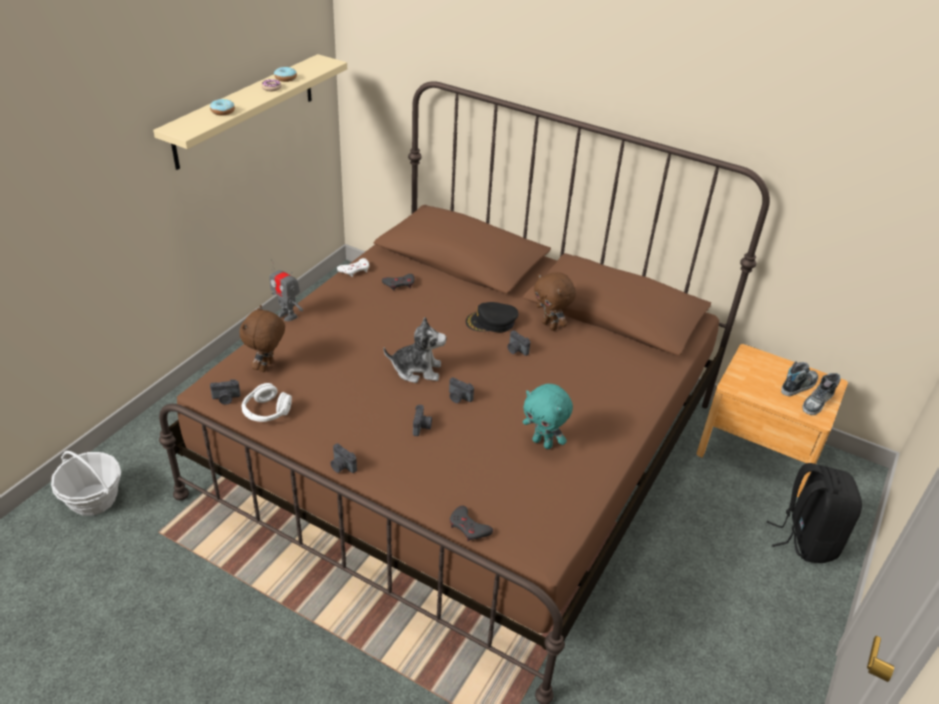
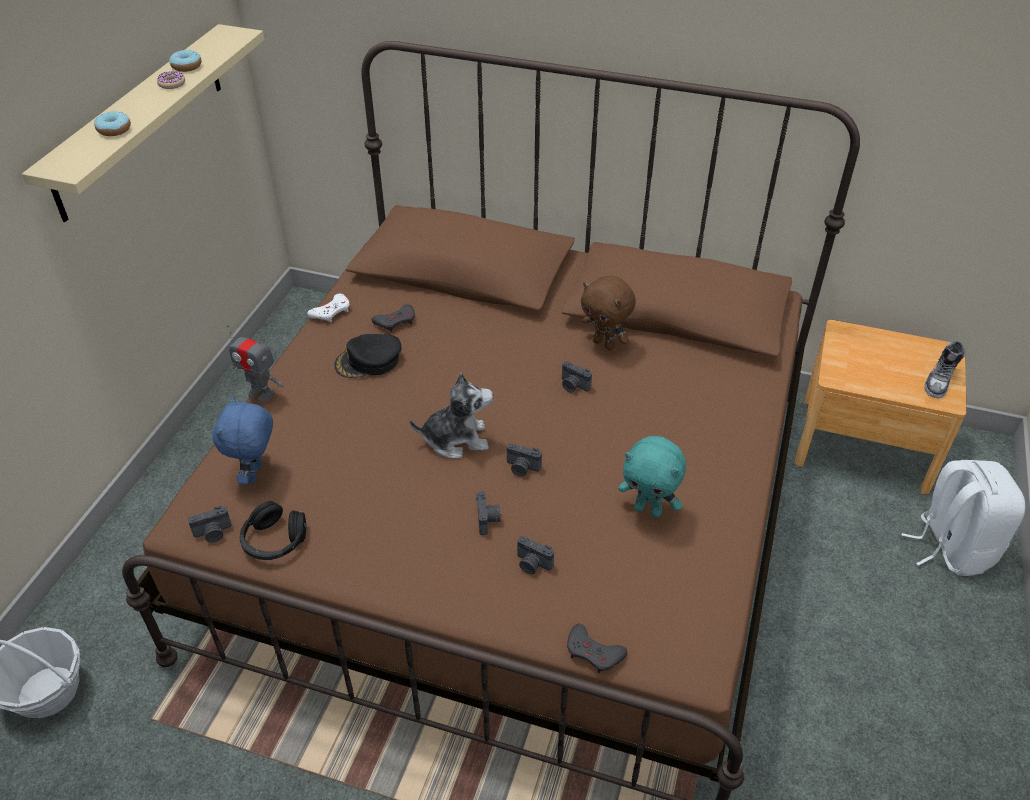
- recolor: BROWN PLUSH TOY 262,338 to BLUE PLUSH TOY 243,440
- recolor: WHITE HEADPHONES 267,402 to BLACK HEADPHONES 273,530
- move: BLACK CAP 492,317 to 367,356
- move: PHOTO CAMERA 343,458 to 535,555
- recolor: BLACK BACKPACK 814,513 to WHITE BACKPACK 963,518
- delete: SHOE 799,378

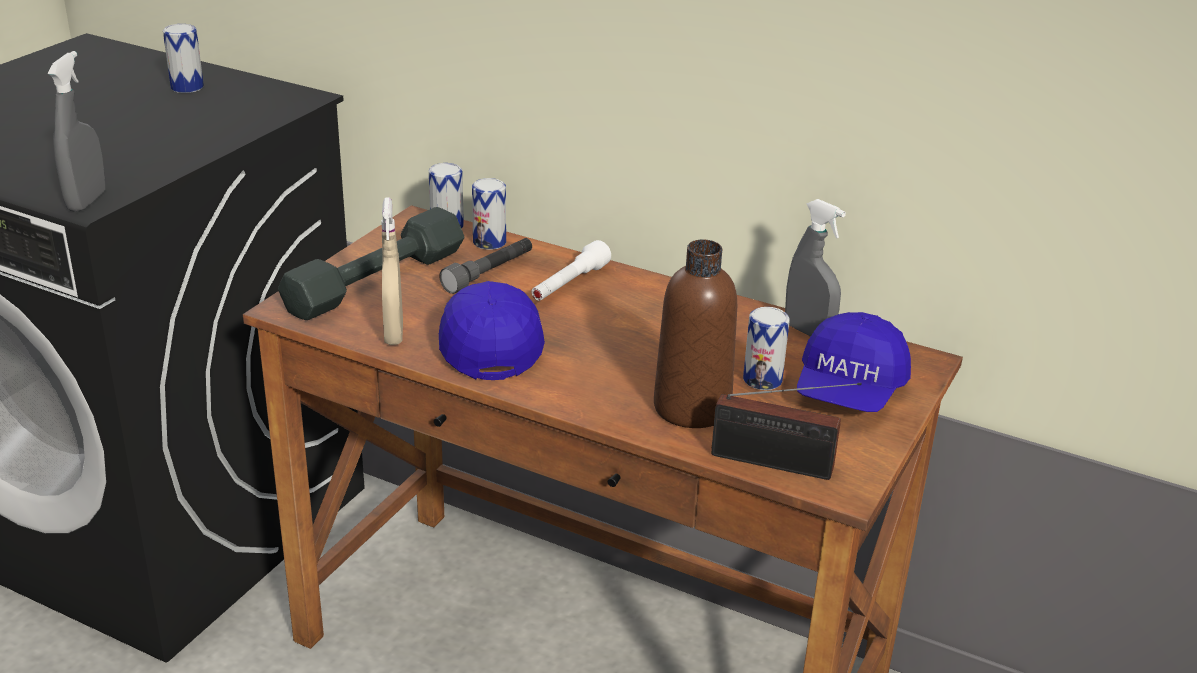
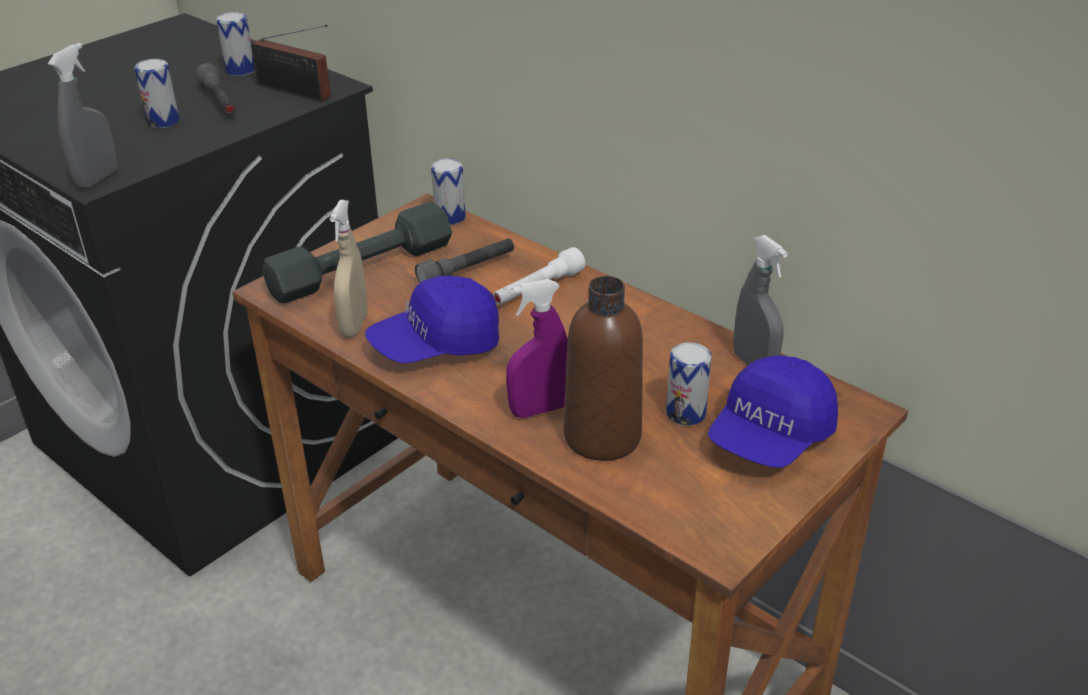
- move: CAN 489,214 to 157,93
- insert: GREY FLASHLIGHT 215,89
- move: RADIO 786,431 to 291,63
- rotate: BLUE CAP 492,330 = 432,319 120 degrees counterclockwise
- insert: PURPLE SPRAY BOTTLE 537,348

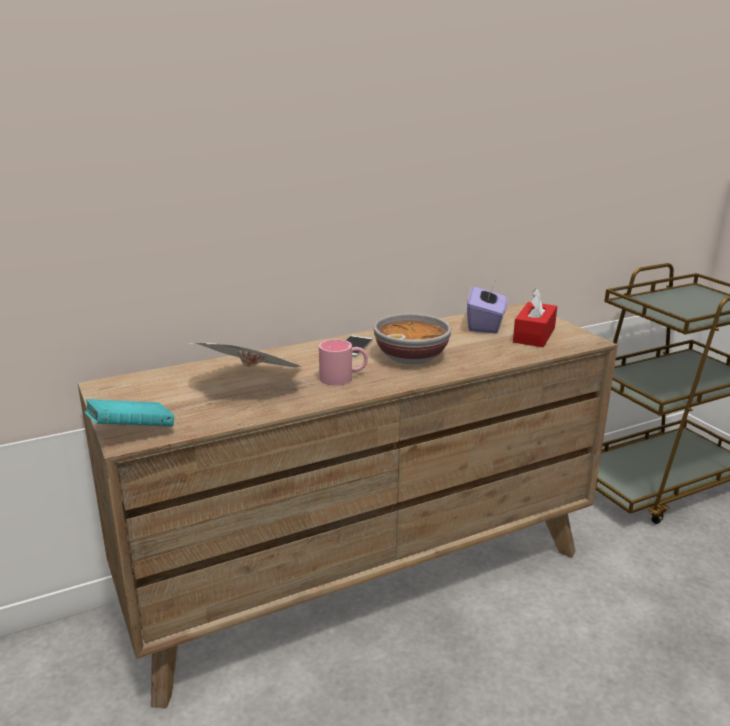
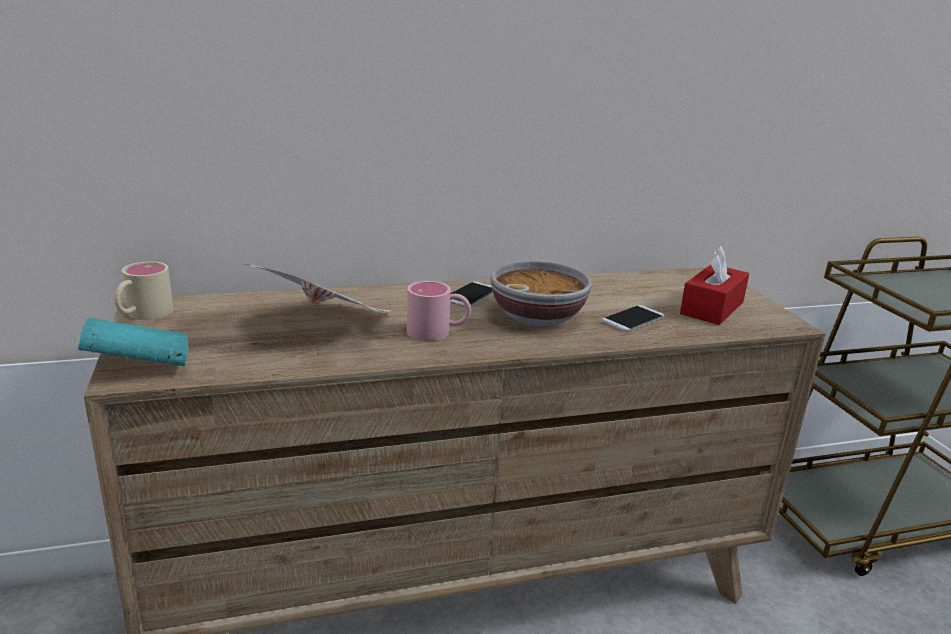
- insert: BEIGE MUG 143,290
- insert: PHONE 633,318
- delete: PURPLE TISSUE BOX 487,307

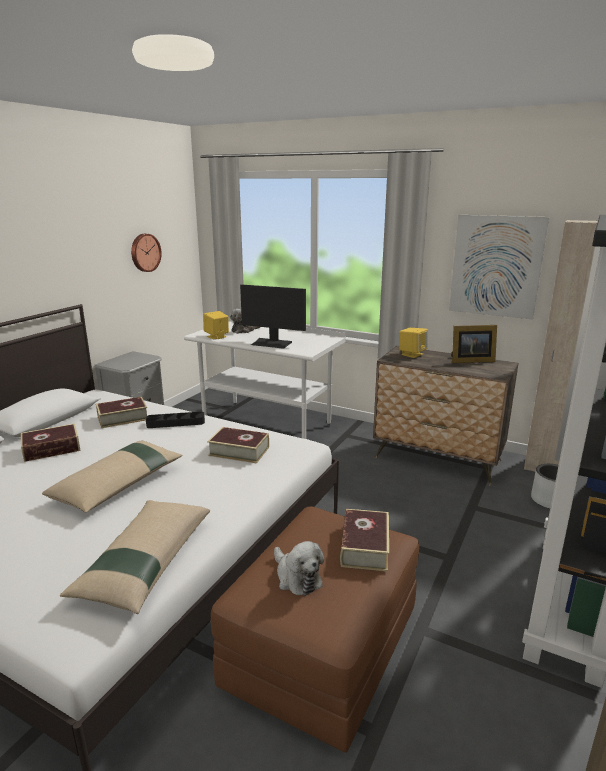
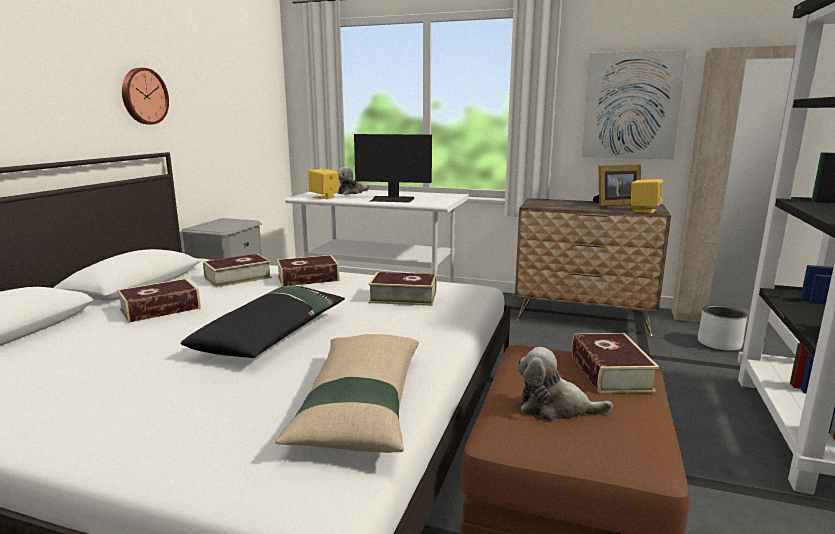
- move: WALL CLOCK 146,253 to 145,96
- recolor: BEIGE PILLOW 112,477 to BLACK PILLOW 263,321
- replace: BLACK TRAY 175,420 to BOOK 308,271
- rotate: PLUSH TOY 299,568 = 565,384 150 degrees clockwise
- move: YELLOW SPEAKER 413,343 to 647,196

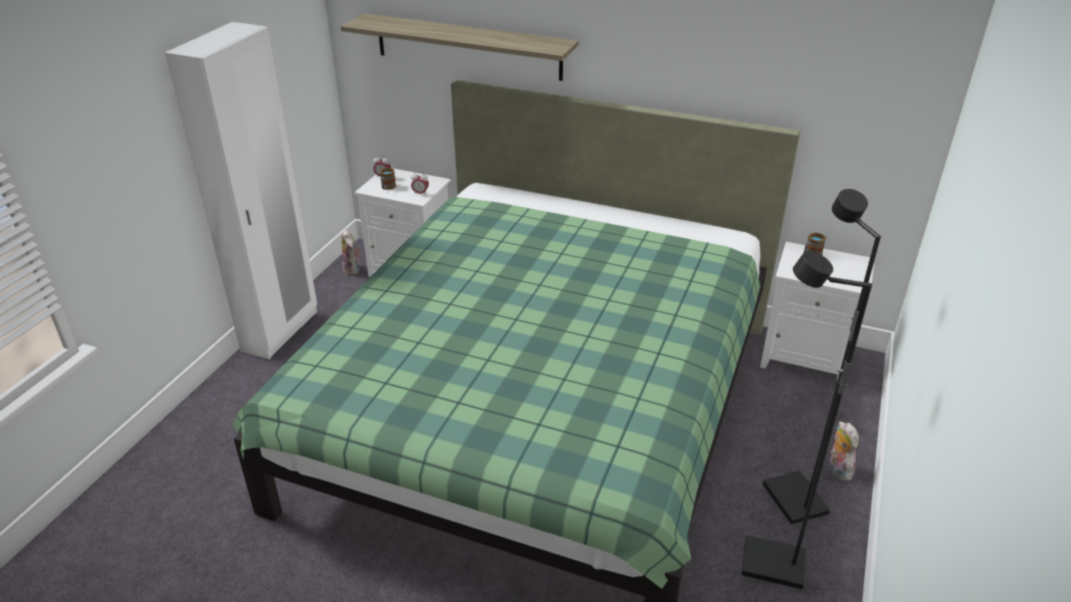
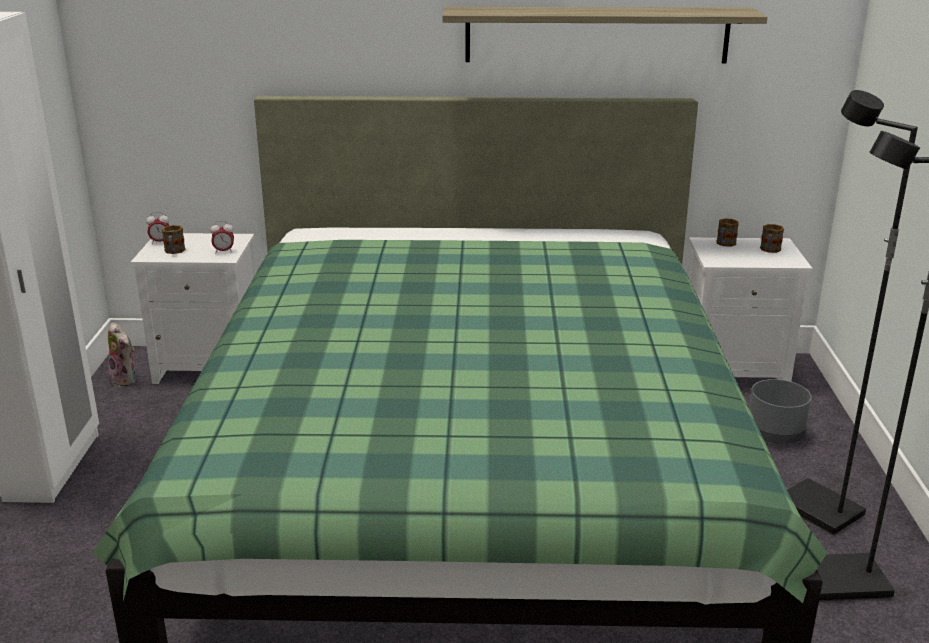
- move: SHELF 459,47 to 605,35
- insert: GREY PLANTER 780,411
- insert: MUG 772,238
- delete: PLUSH TOY 843,451

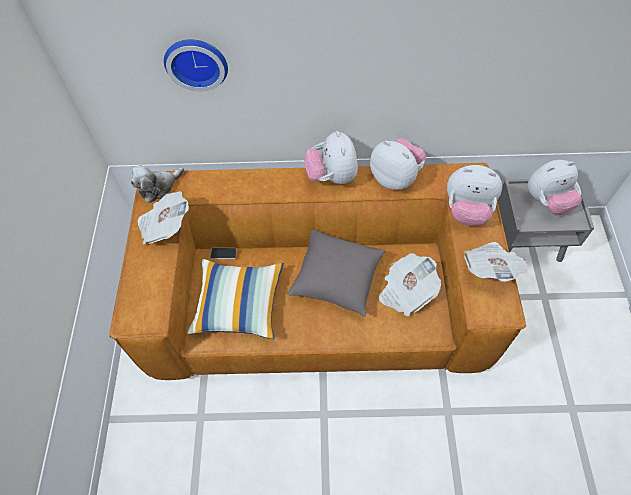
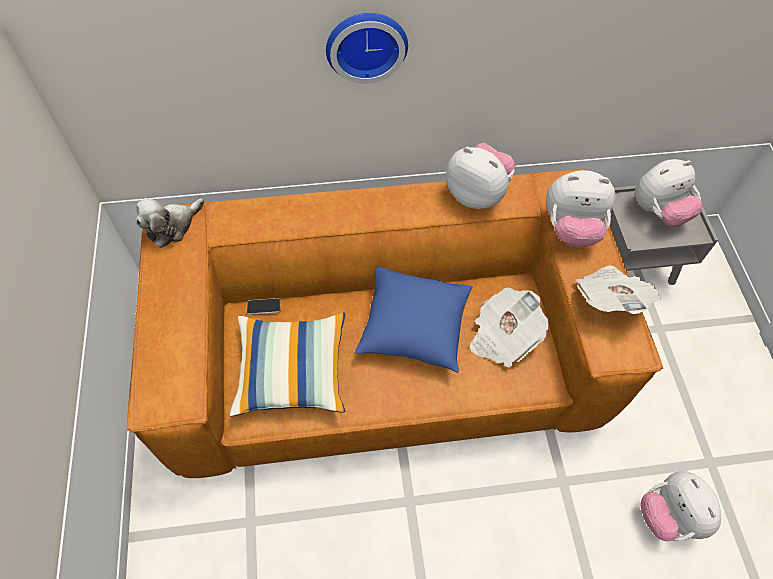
- move: WALL CLOCK 196,66 to 367,48
- recolor: GREY PILLOW 336,273 to BLUE PILLOW 414,320
- move: PLUSH TOY 331,157 to 680,506
- delete: NEWSPAPER 163,217

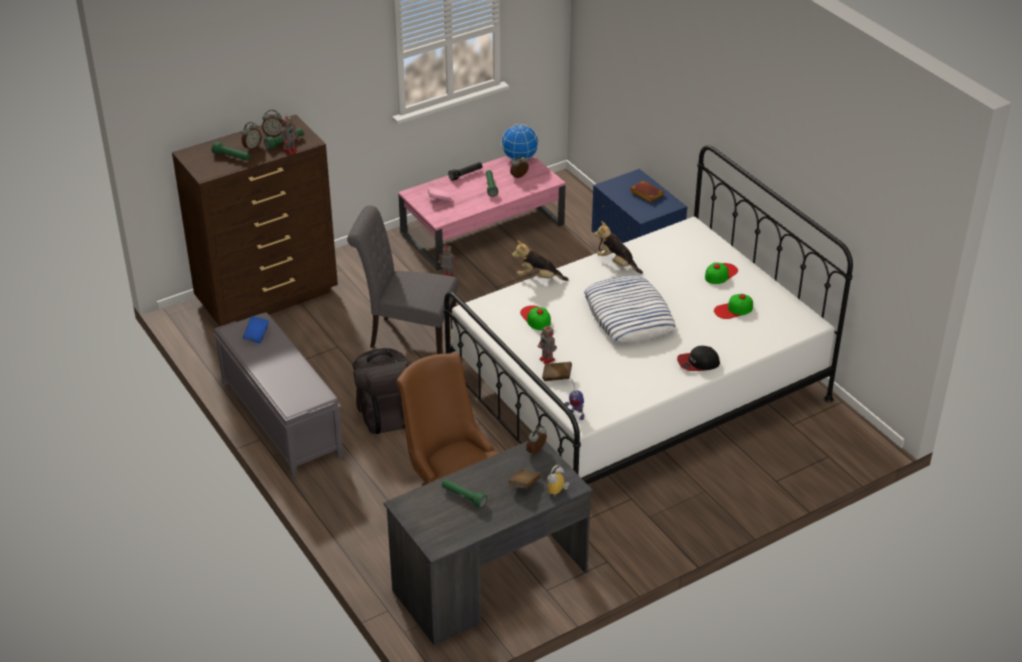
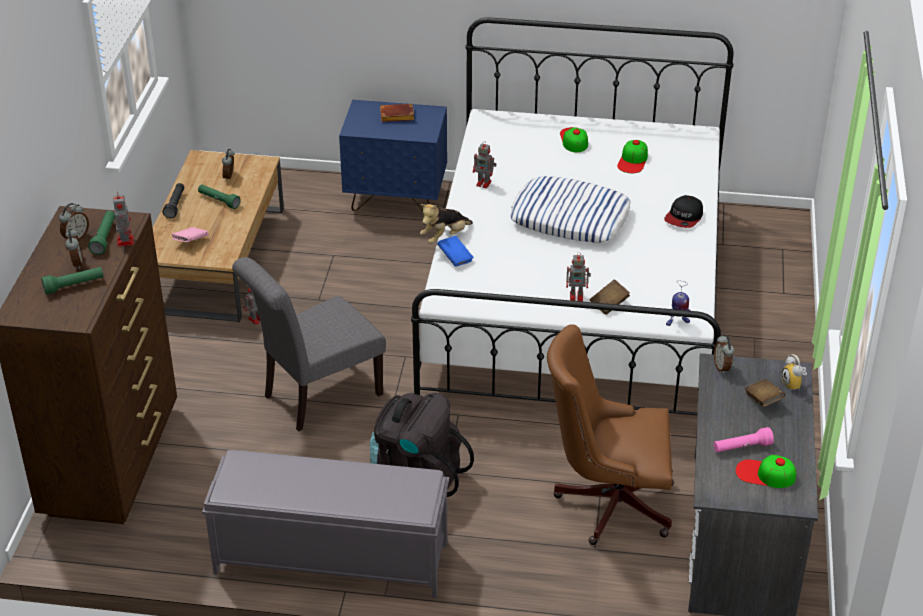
- recolor: PINK COFFEE TABLE 482,213 to BROWN COFFEE TABLE 218,236
- move: BLUE BOOK 256,329 to 455,251
- replace: PLUSH TOY 618,247 to TOY ROBOT 484,164
- recolor: GREEN FLASHLIGHT 464,493 to PINK FLASHLIGHT 744,439
- move: CAP 535,317 to 765,471
- delete: GLOBE 520,142

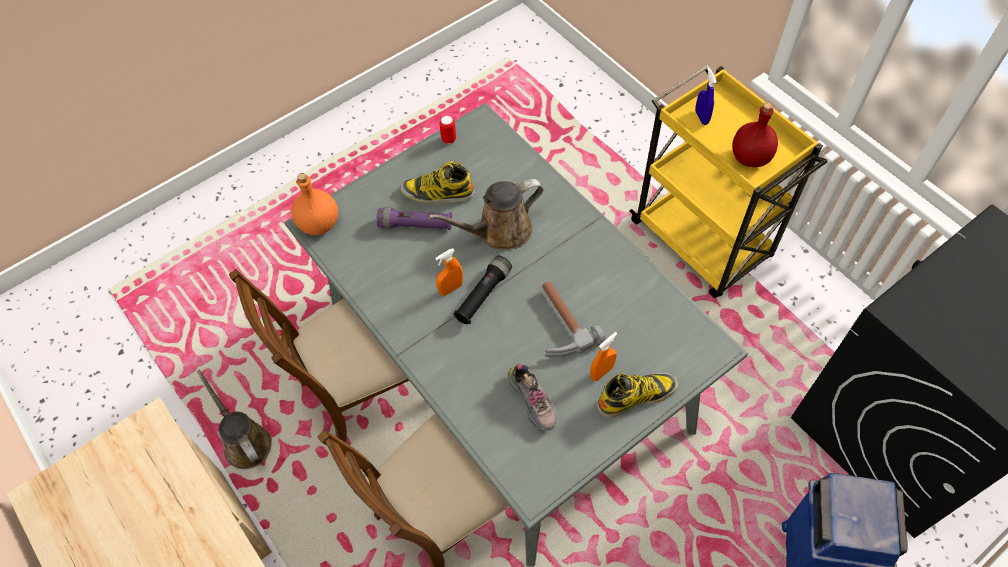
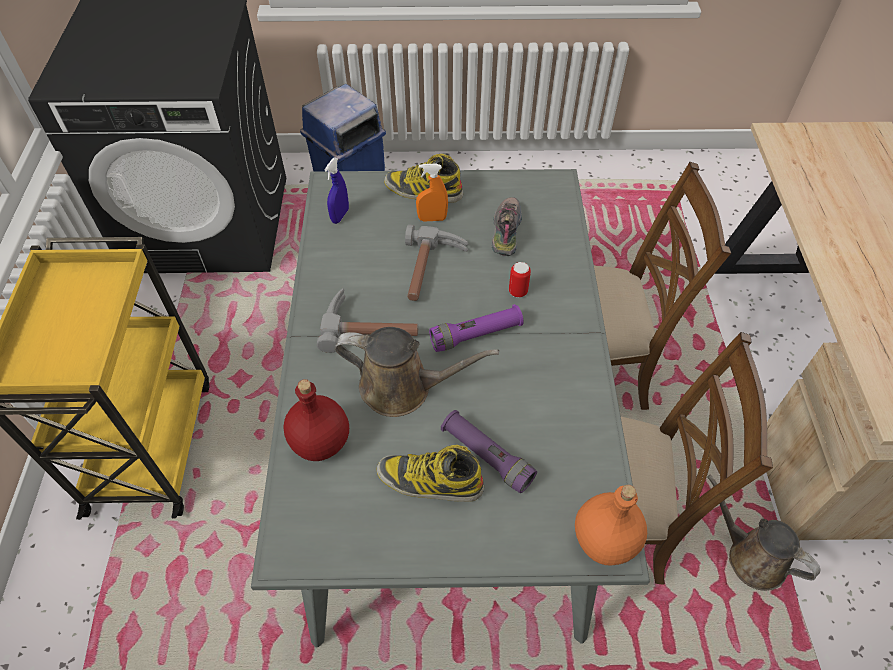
- move: RED BOTTLE 755,135 to 316,420
- insert: HAMMER 367,320
- move: BLUE SPRAY BOTTLE 706,96 to 336,190
- rotate: BOOT 438,182 = 430,473 150 degrees clockwise
- recolor: BLACK FLASHLIGHT 483,290 to PURPLE FLASHLIGHT 476,328
- move: CAN 447,130 to 520,280
- rotate: BROWN WATERING CAN 234,419 = 763,533 135 degrees clockwise
- delete: ORANGE SPRAY BOTTLE 449,272

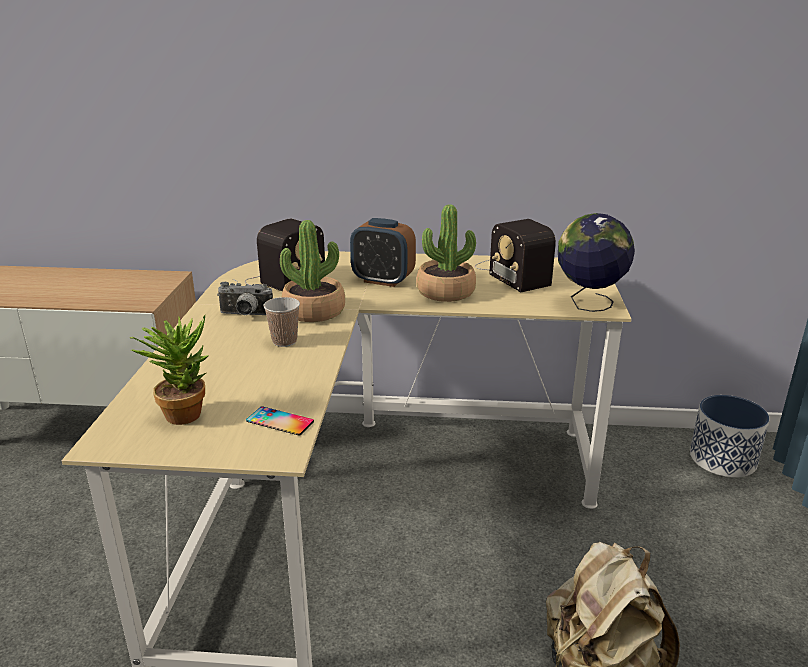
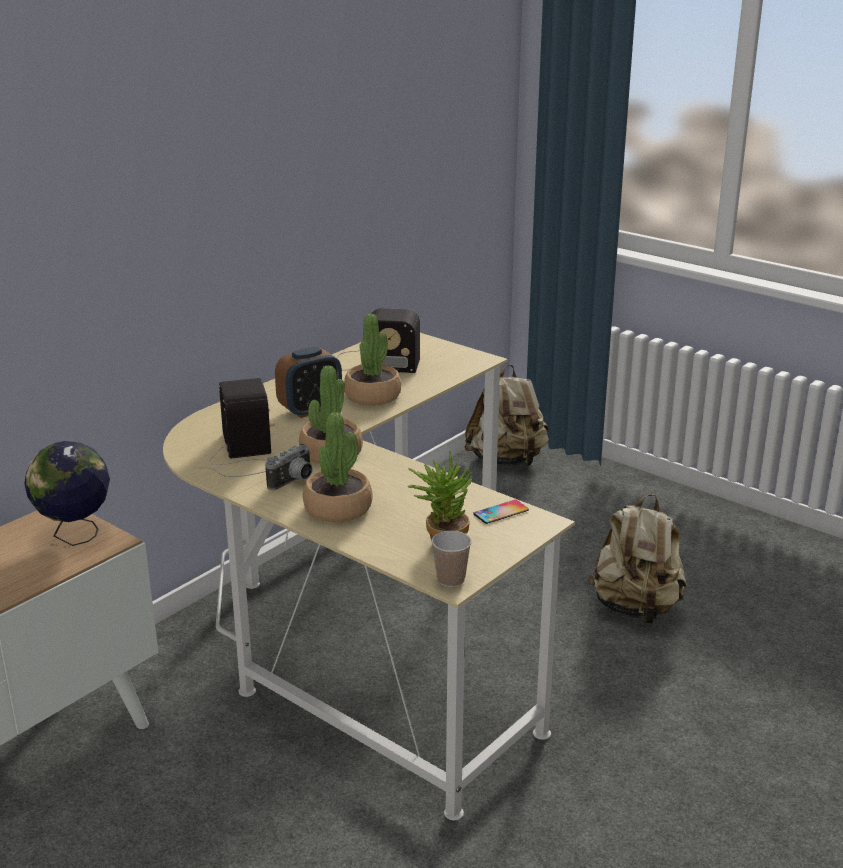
- move: GLOBE 596,262 to 67,493
- insert: POTTED PLANT 338,467
- move: CUP 281,322 to 452,559
- replace: PLANTER 730,436 to BEIGE BACKPACK 506,415

